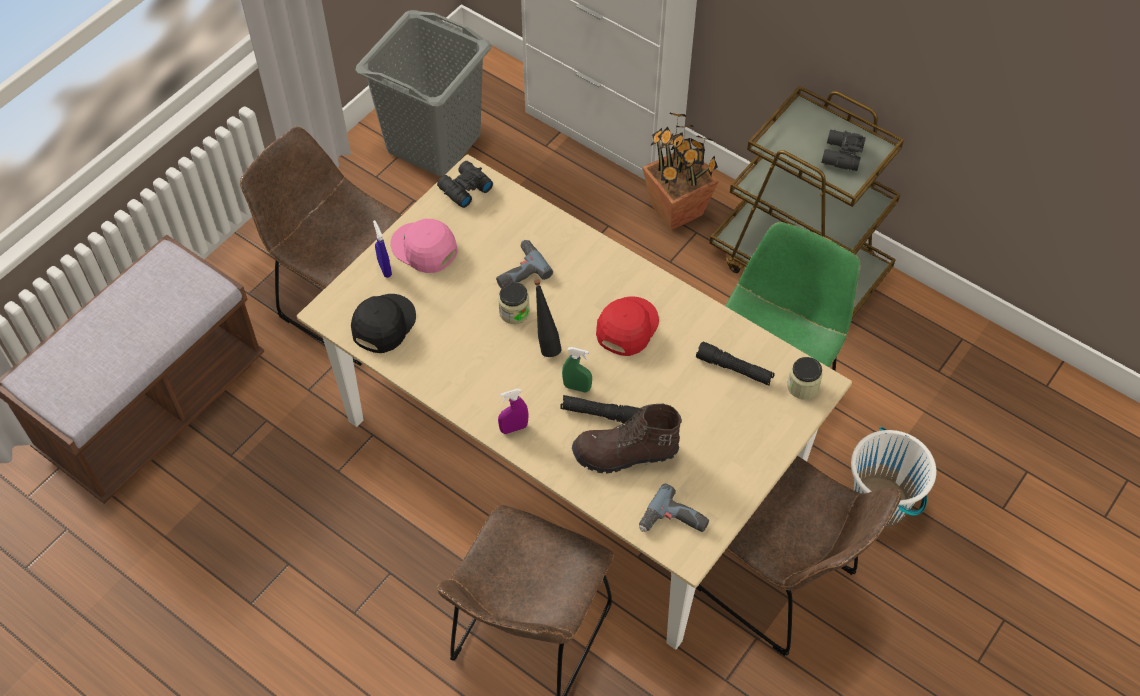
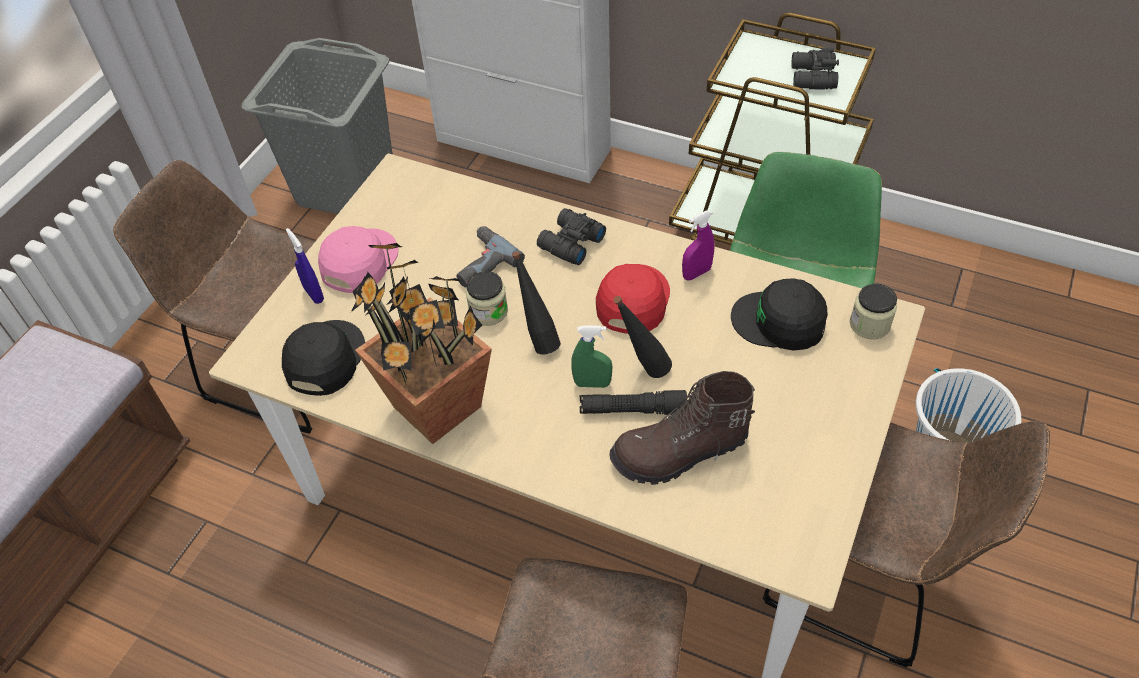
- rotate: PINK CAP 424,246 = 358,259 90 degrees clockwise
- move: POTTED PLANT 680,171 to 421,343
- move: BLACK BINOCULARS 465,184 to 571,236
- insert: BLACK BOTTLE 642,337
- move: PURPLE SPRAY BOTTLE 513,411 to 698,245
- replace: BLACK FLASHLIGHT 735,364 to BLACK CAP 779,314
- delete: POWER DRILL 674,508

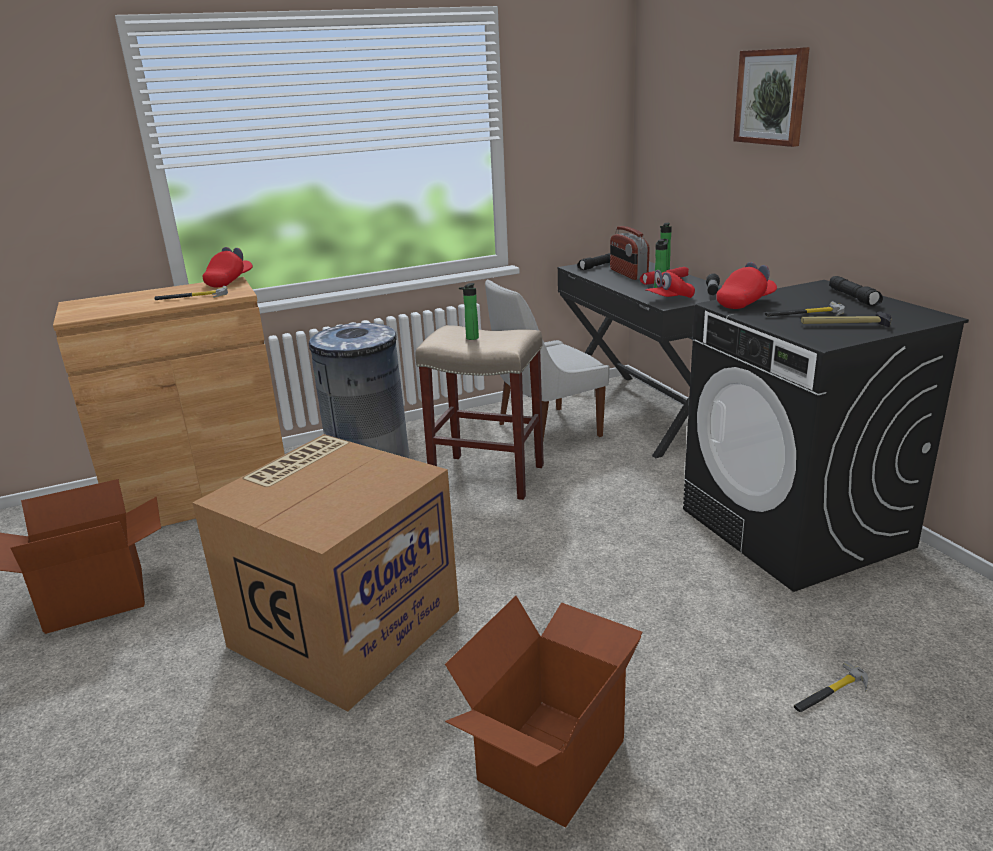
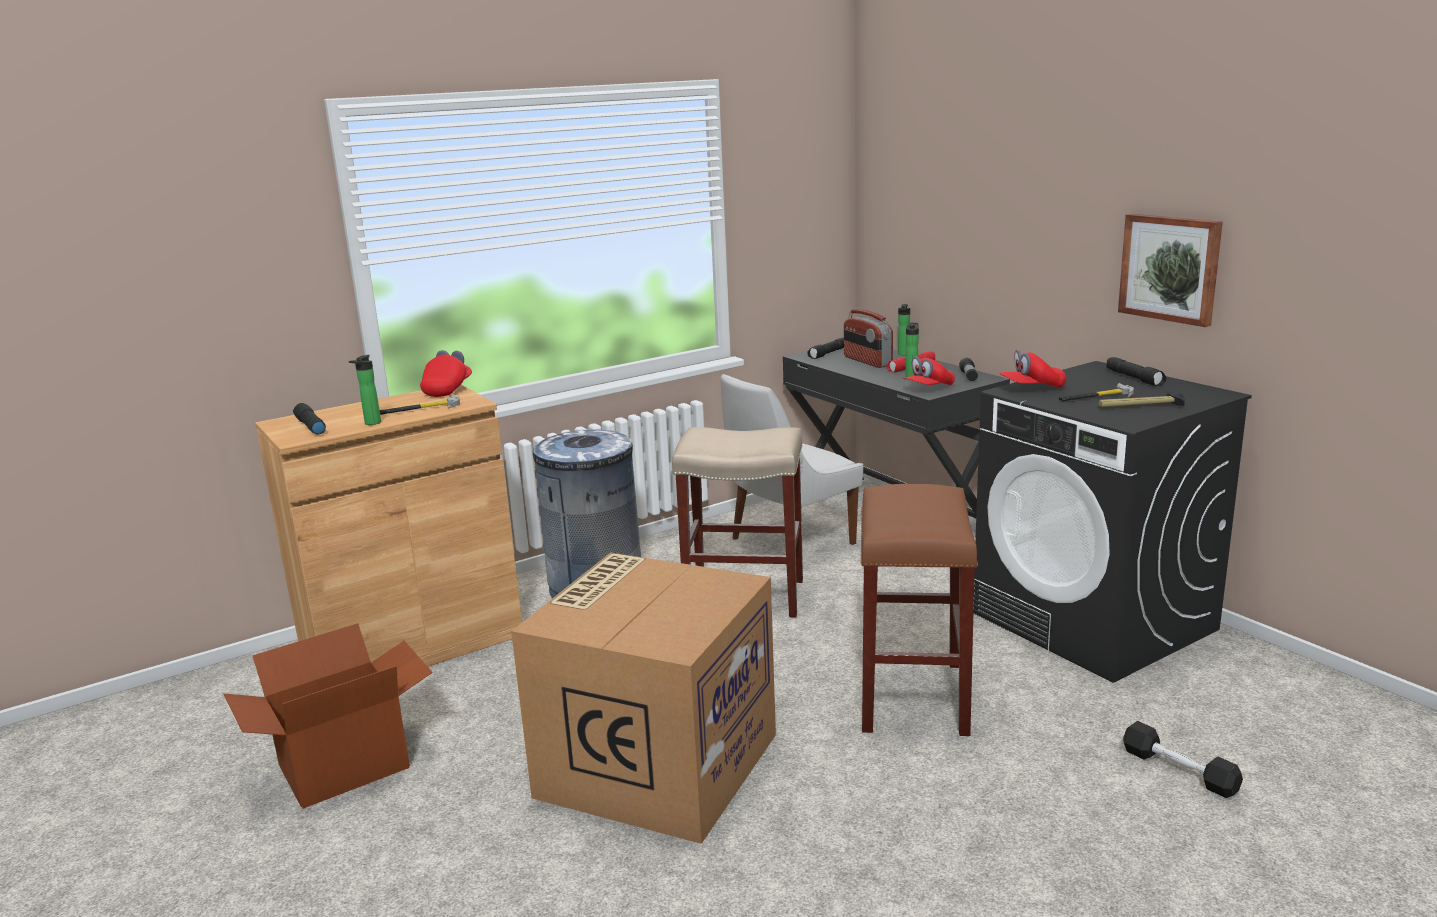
- insert: BLACK FLASHLIGHT 309,418
- move: BOTTLE 469,311 to 365,390
- insert: BROWN STOOL 919,610
- rotate: RED CAP 746,285 = 1032,368 150 degrees counterclockwise
- move: PICTURE 771,97 to 1170,270
- replace: HAMMER 831,686 to BLACK DUMBBELL 1183,759
- delete: CARDBOARD BOX 543,711

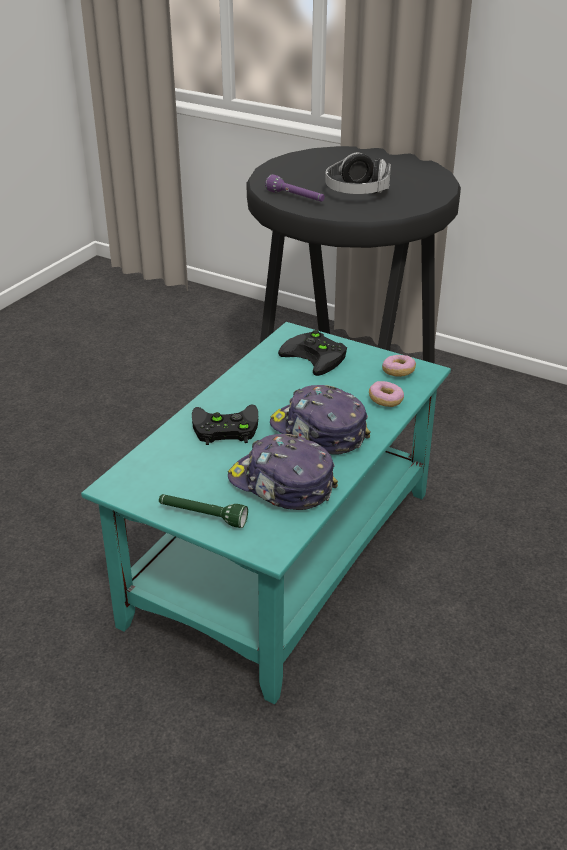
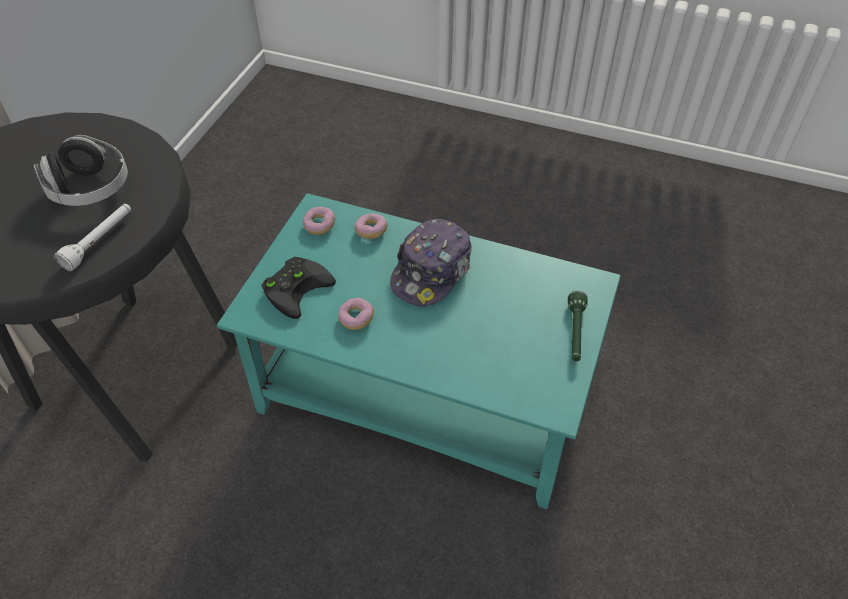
- recolor: PURPLE FLASHLIGHT 295,188 to WHITE FLASHLIGHT 92,237
- insert: DONUT 356,314
- delete: BLACK GAME CONTROLLER 225,424
- delete: CAP 283,472

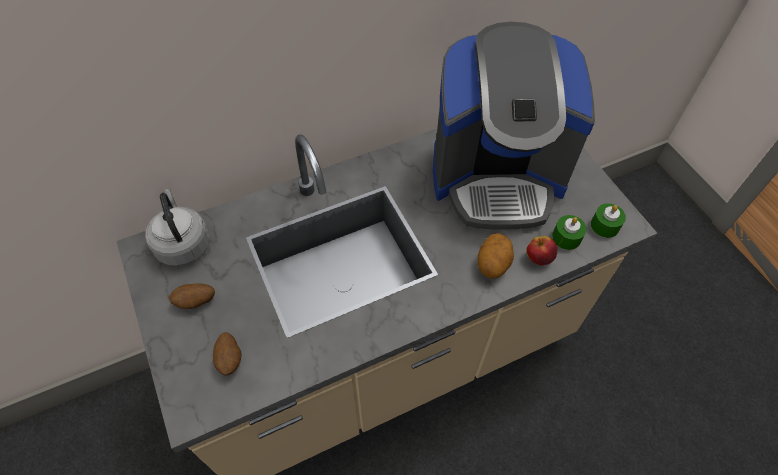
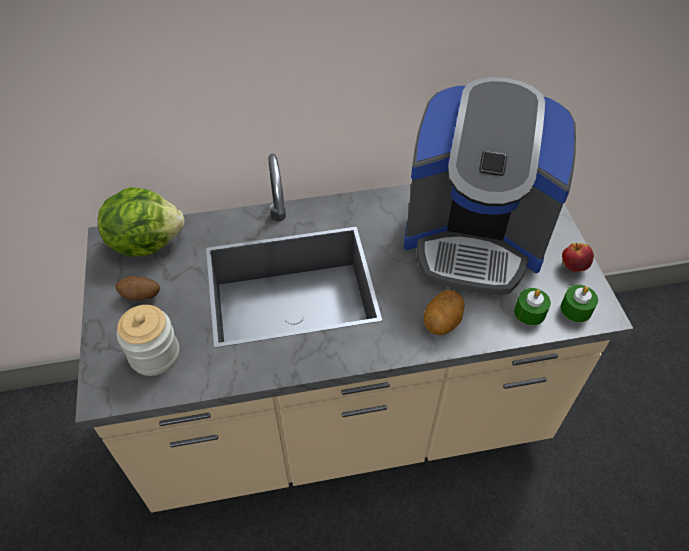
- replace: GREY KETTLE 177,227 to LETTUCE 141,222
- replace: POTATO 227,353 to JAR 147,340
- move: APPLE 541,251 to 578,257

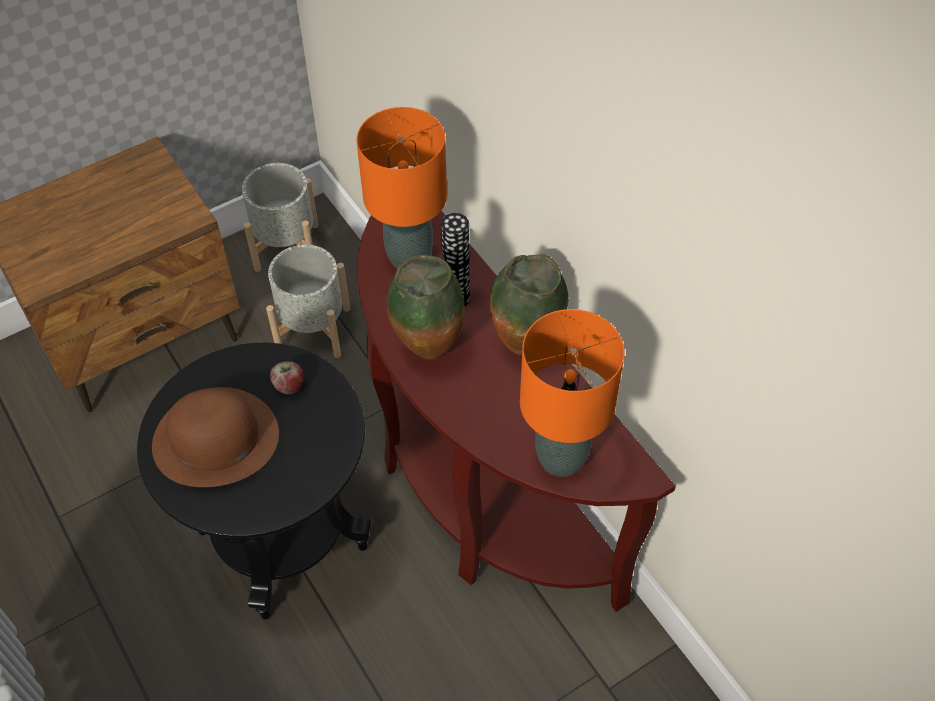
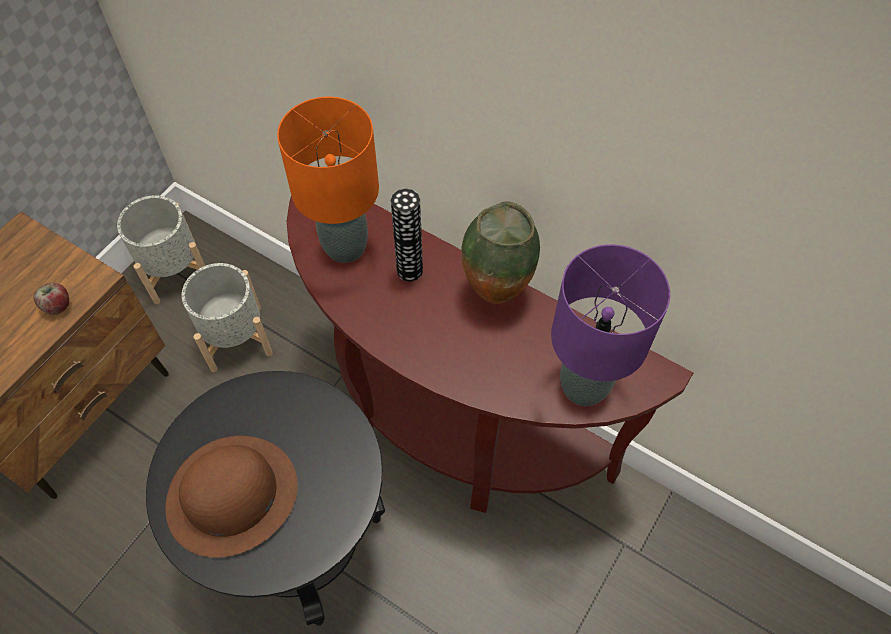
- move: APPLE 287,377 to 51,298
- recolor: ORANGE TABLE LAMP 572,393 to PURPLE TABLE LAMP 610,325
- delete: VASE 425,307

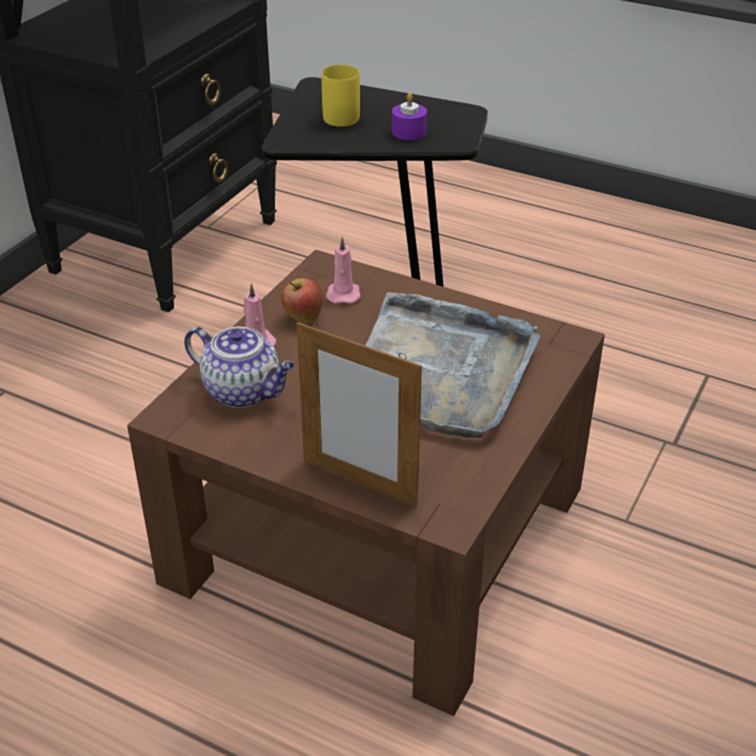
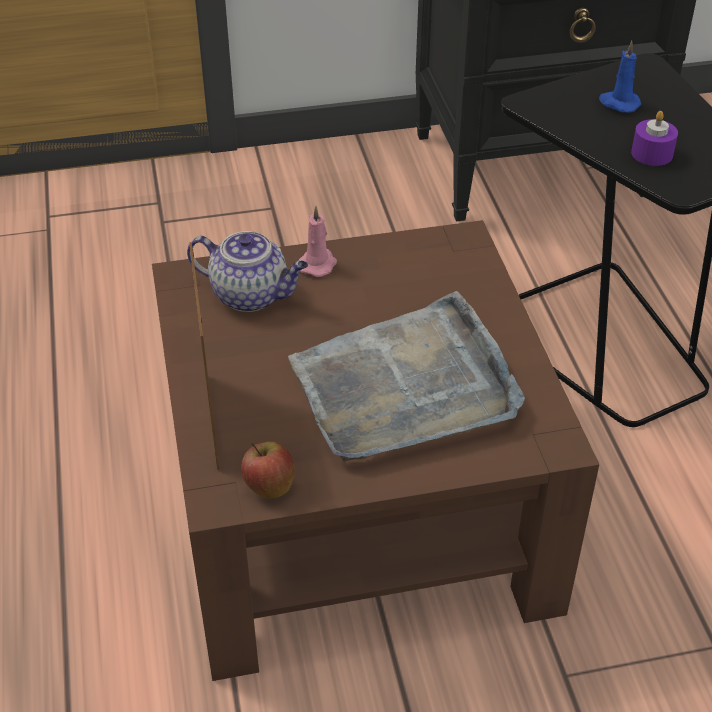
- rotate: TEAPOT 239,367 = 247,271 60 degrees counterclockwise
- move: APPLE 302,300 to 268,470
- replace: YELLOW MUG 341,96 to BLUE CANDLE 620,76
- delete: PINK CANDLE 343,270

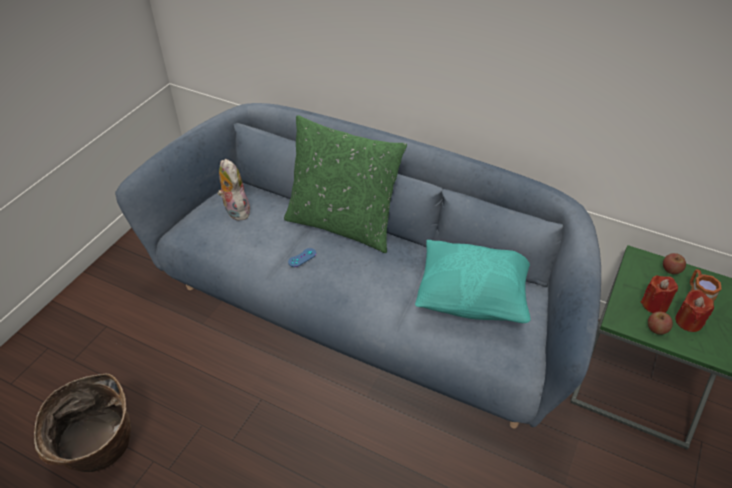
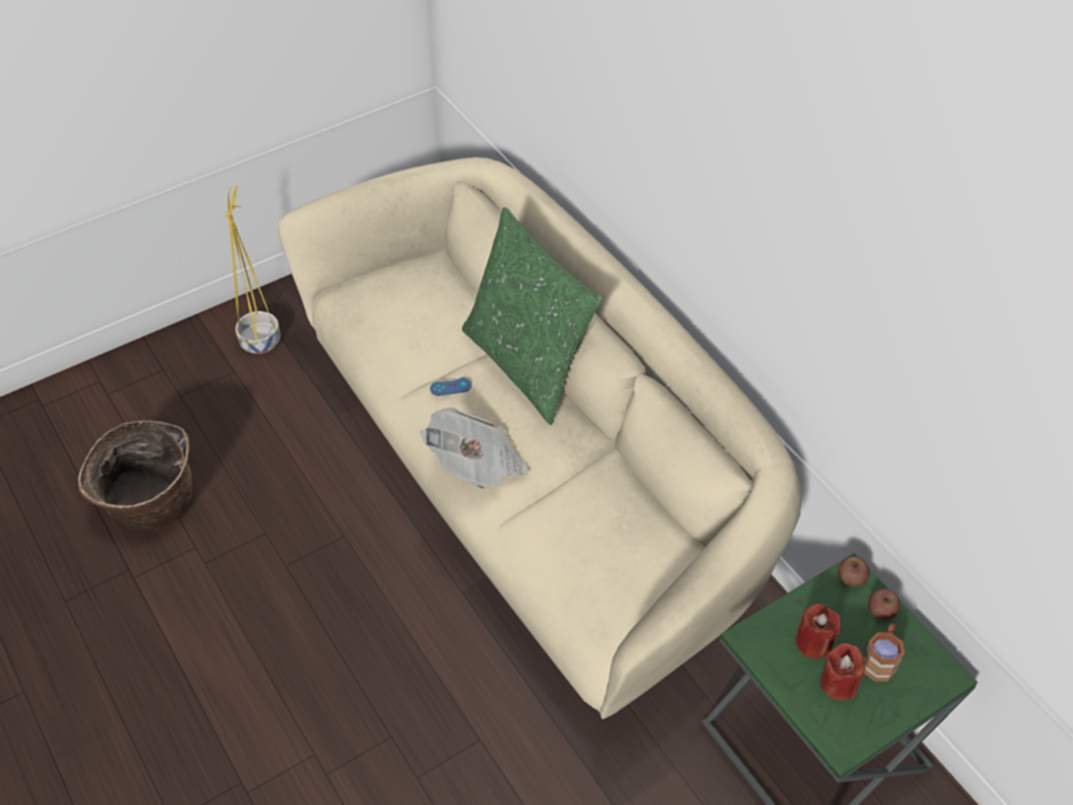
- insert: YELLOW PLANTER 253,270
- recolor: BLUE SOFA 358,266 to BEIGE SOFA 539,438
- insert: NEWSPAPER 475,448
- move: APPLE 660,323 to 853,571
- delete: PLUSH TOY 234,190
- delete: TURQUOISE PILLOW 473,281

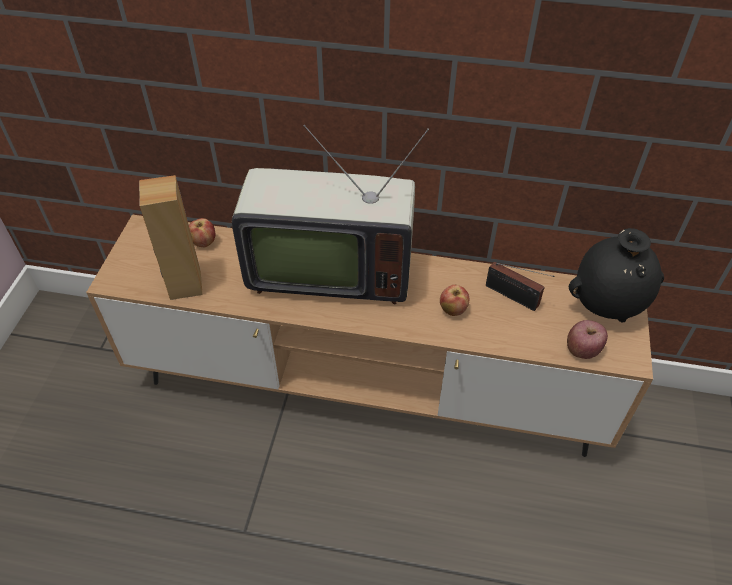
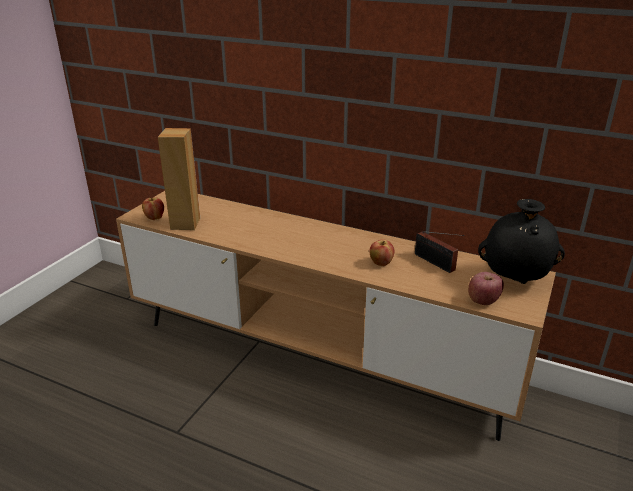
- move: APPLE 202,232 to 153,208
- delete: TELEVISION 330,214

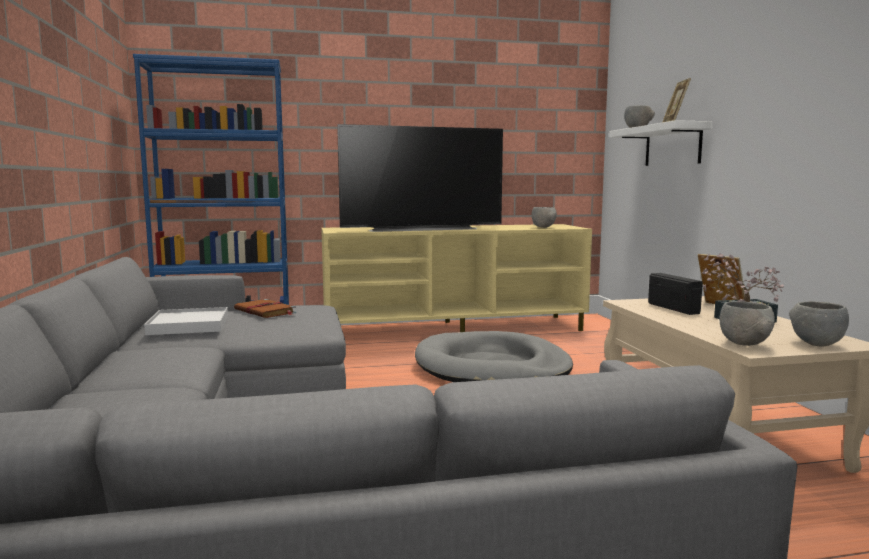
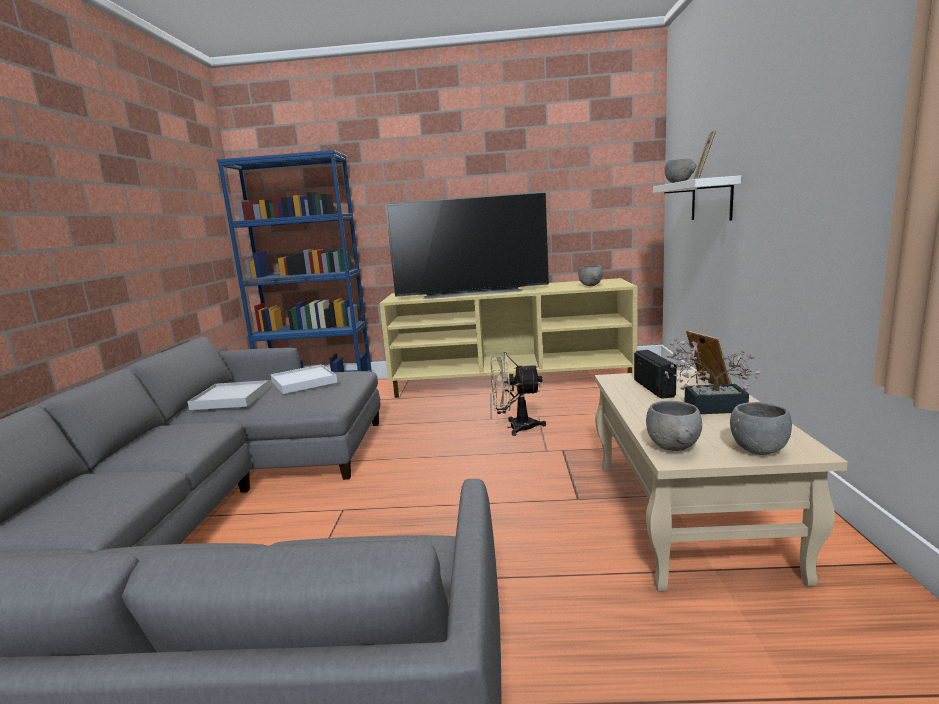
- replace: BROWN BOOK 265,308 to WHITE TRAY 304,379
- replace: GREY DOG BED 494,356 to BEIGE FAN 518,394

